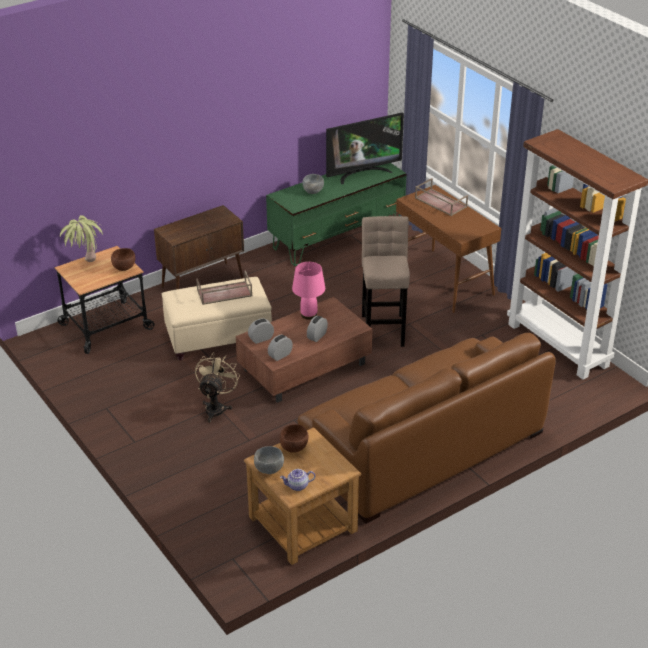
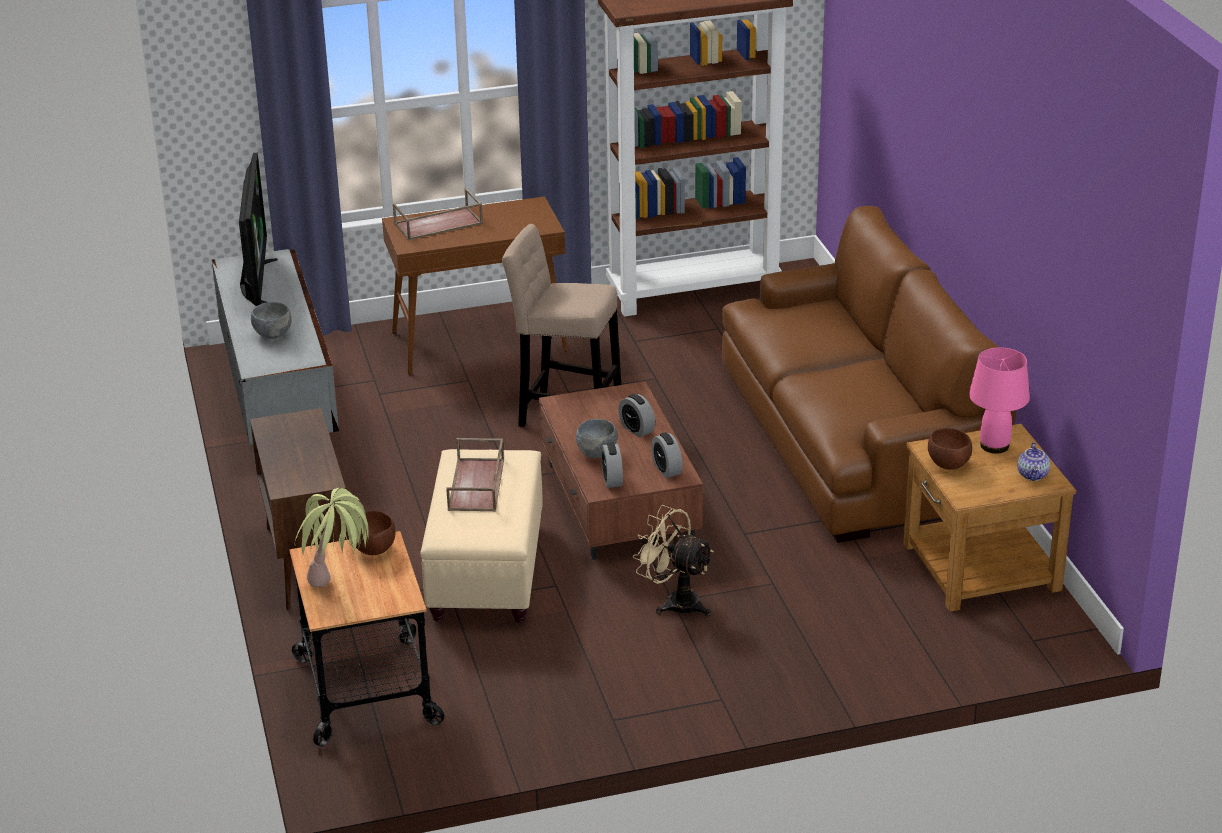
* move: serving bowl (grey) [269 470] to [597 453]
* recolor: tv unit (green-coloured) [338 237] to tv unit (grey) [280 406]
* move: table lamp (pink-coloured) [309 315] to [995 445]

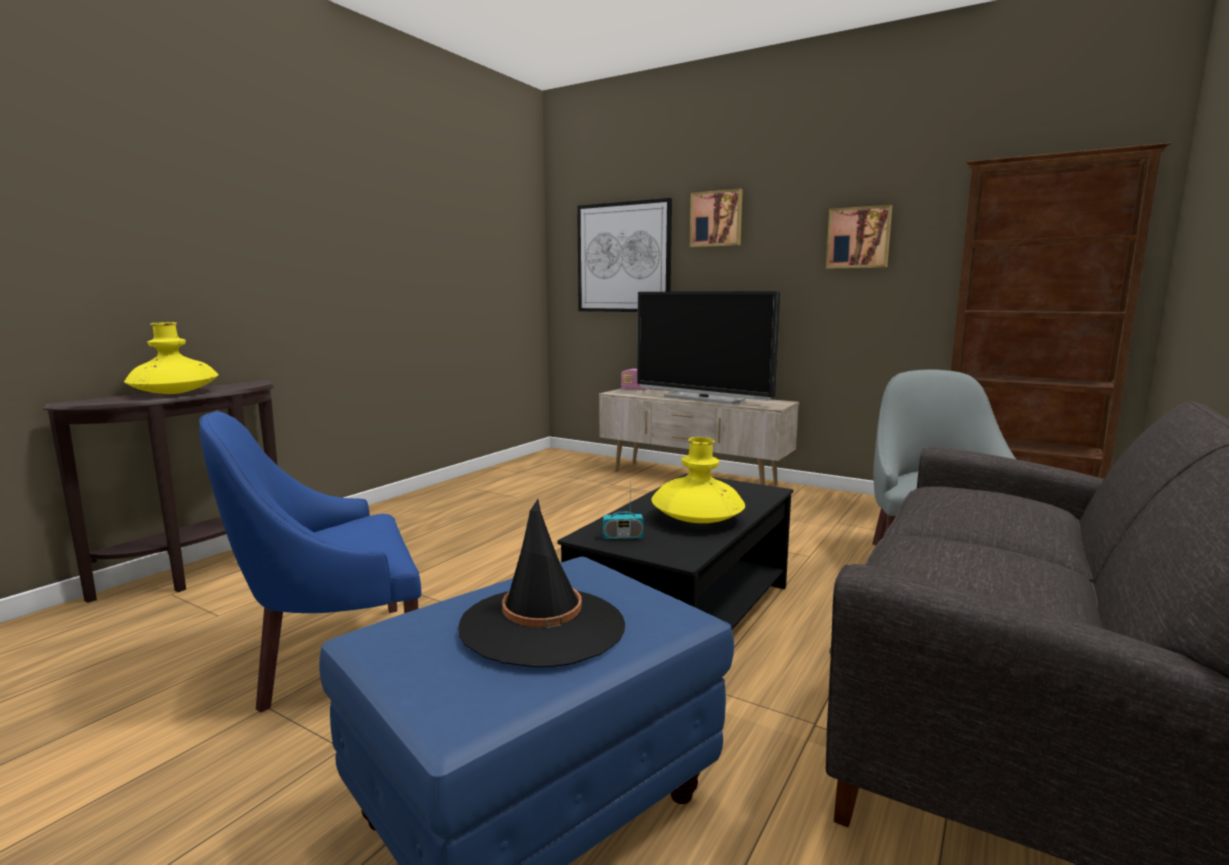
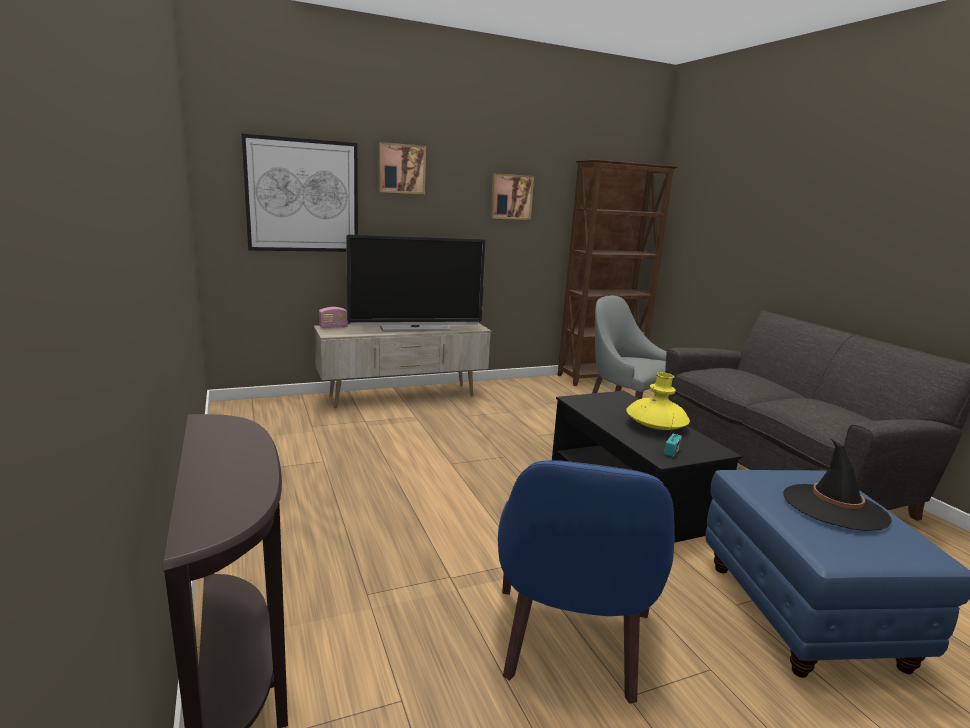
* delete: vase (yellow) [174 393]

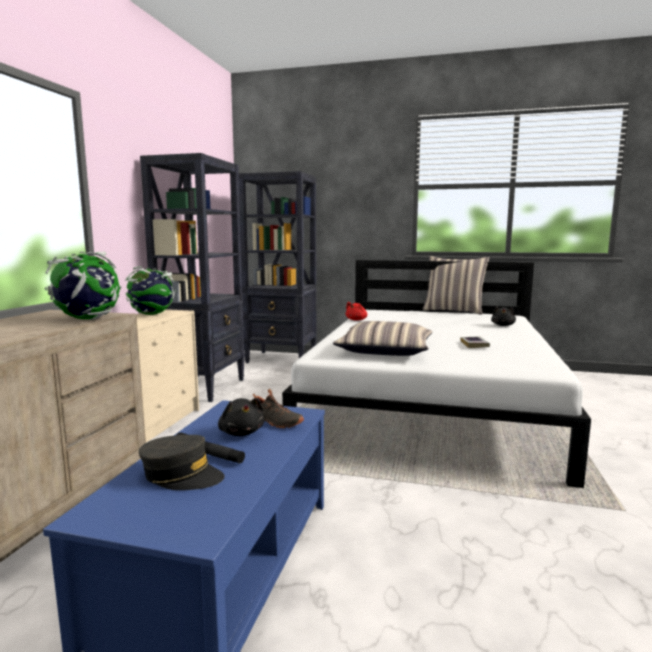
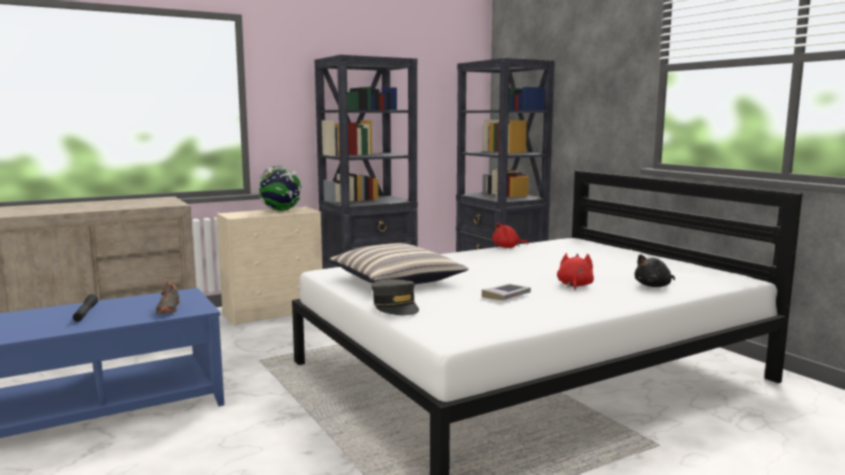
* delete: world globe [87 319]
* move: baseball cap (grey) [181 475] to [396 307]
* delete: cuddly toy (black) [241 432]
* delete: pillow [454 311]
* insert: cuddly toy (red) [574 285]

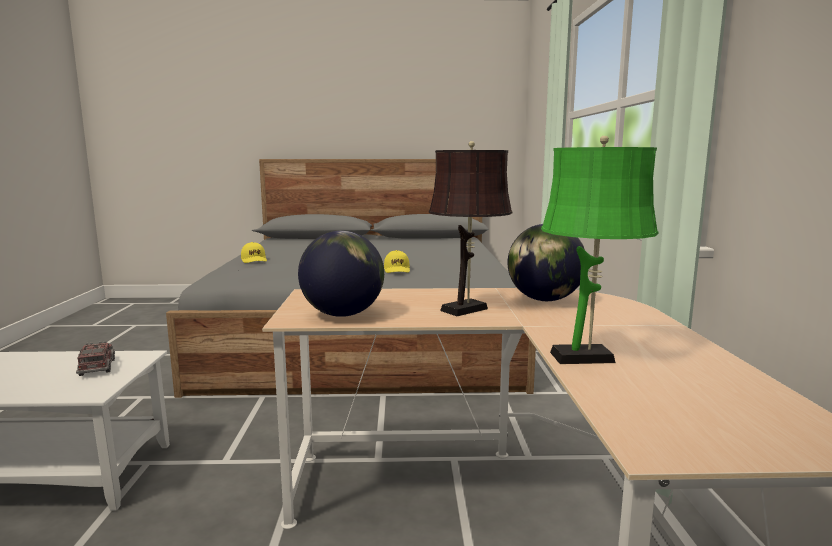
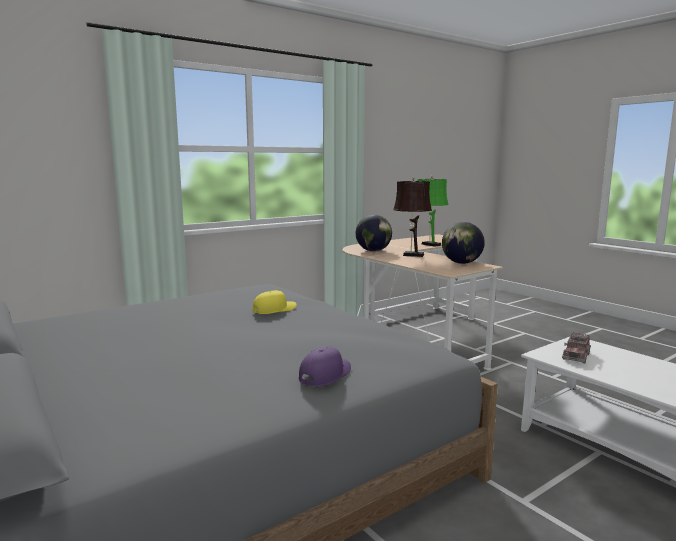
* recolor: baseball cap (yellow) [254 260] to baseball cap (purple) [325 374]

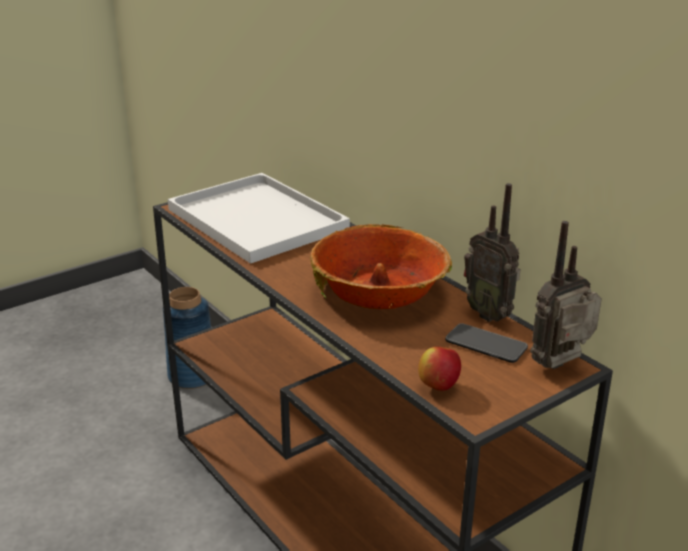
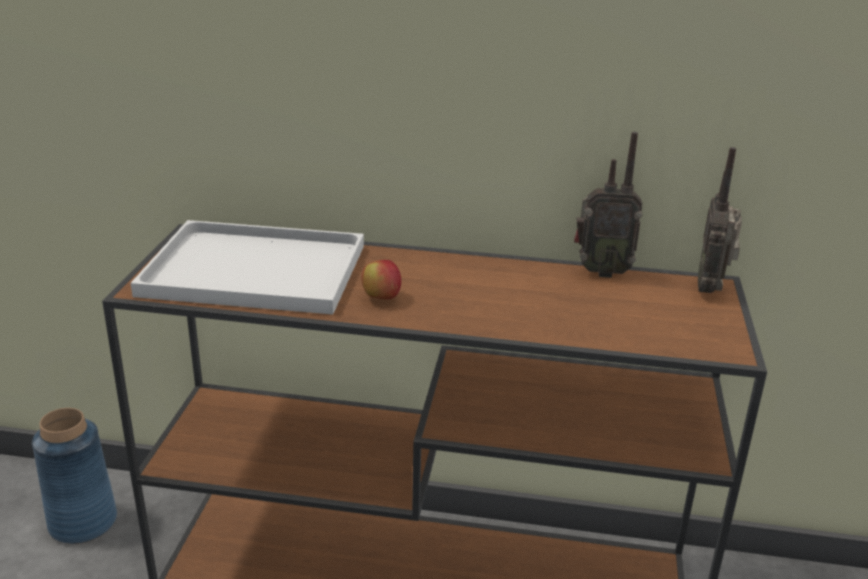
* delete: serving bowl [379 293]
* move: apple [438 386] to [381 298]
* delete: phone [486 344]

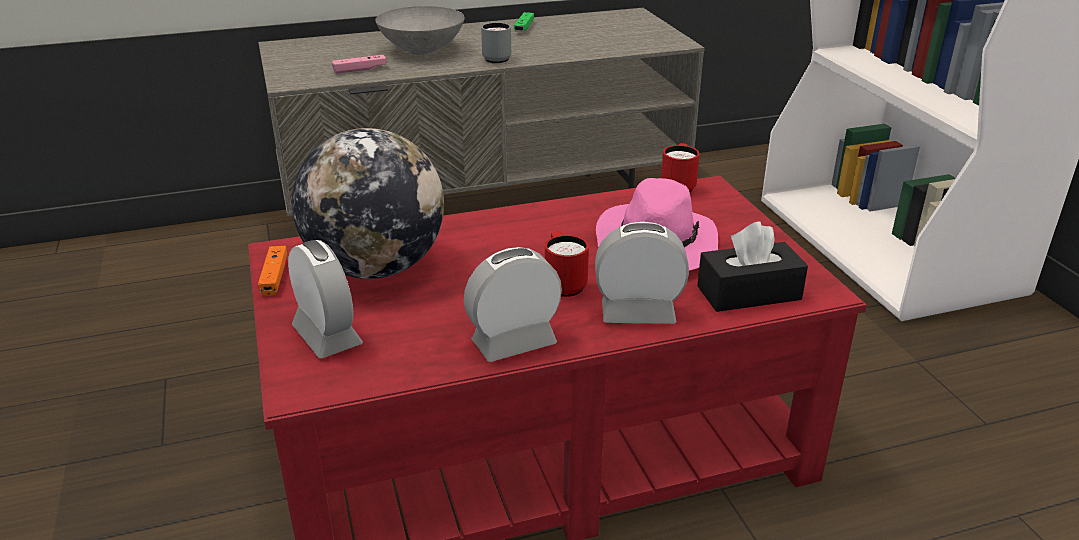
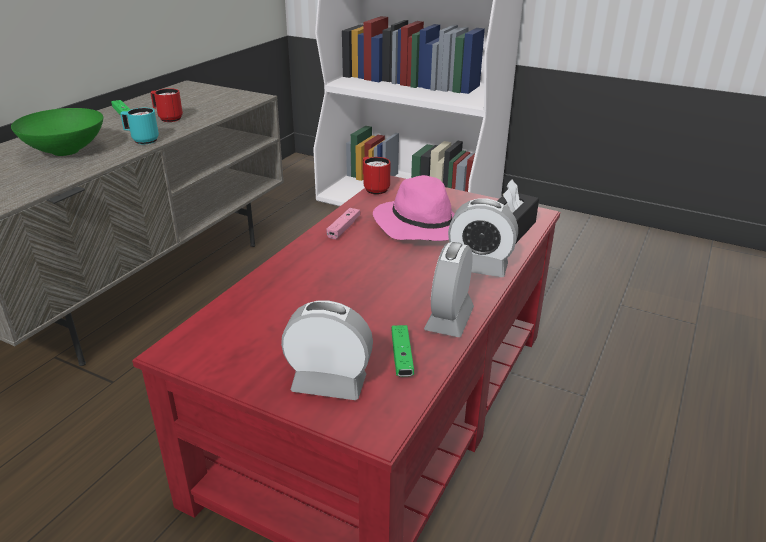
* delete: game controller (orange) [274 277]
* delete: world globe [376 268]
* move: game controller (pink-coloured) [360 70] to [343 228]
* recolor: serving bowl (grey) [420 50] to serving bowl (green-coloured) [64 151]
* recolor: coffee mug (grey) [494 58] to coffee mug (blue-green) [142 140]
* move: coffee mug (red) [563 284] to [168 118]
* rotate: table clock [638 313] = [479 267] 120 degrees counterclockwise
* insert: game controller (green-coloured) [402 357]

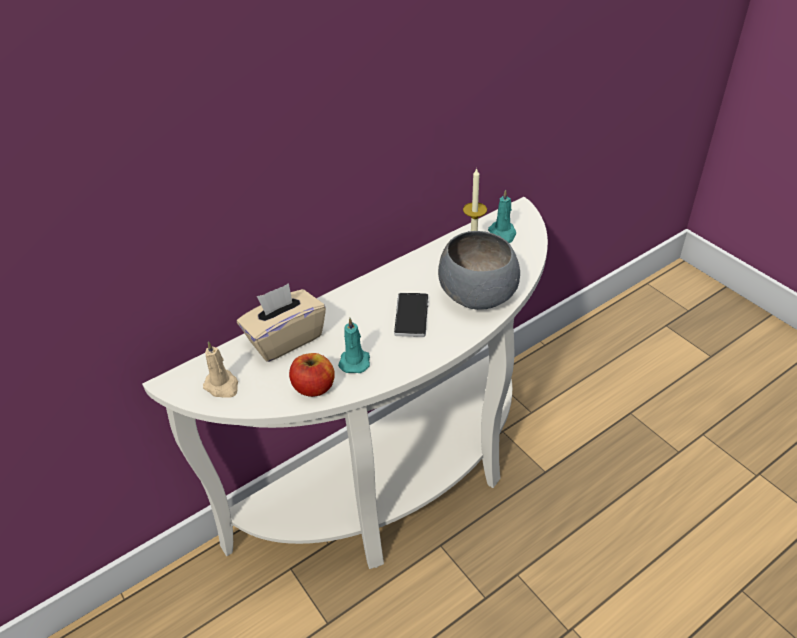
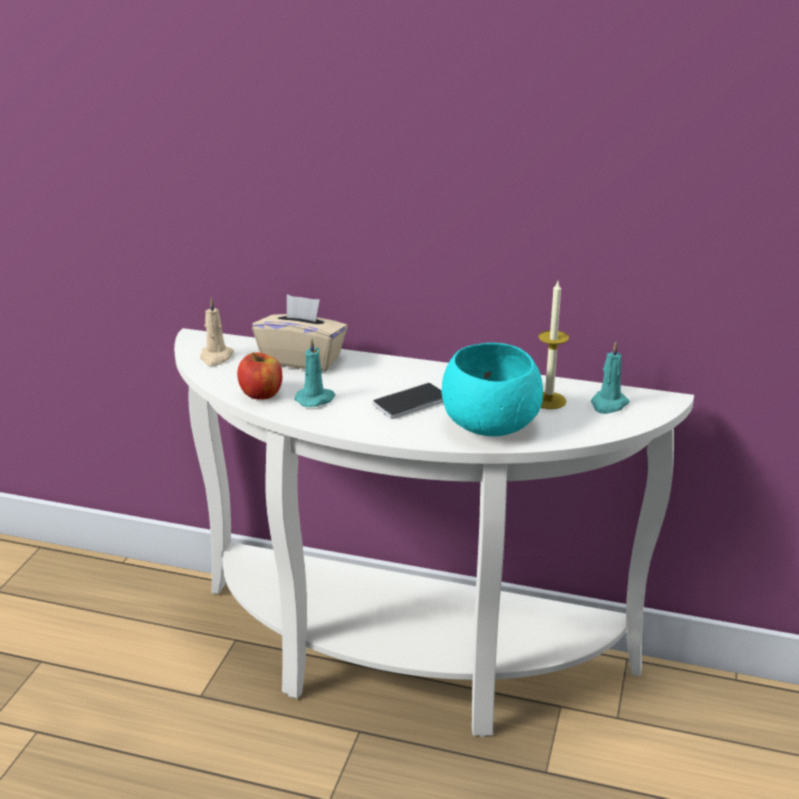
* recolor: serving bowl (grey) [478 296] to serving bowl (blue-green) [489 425]

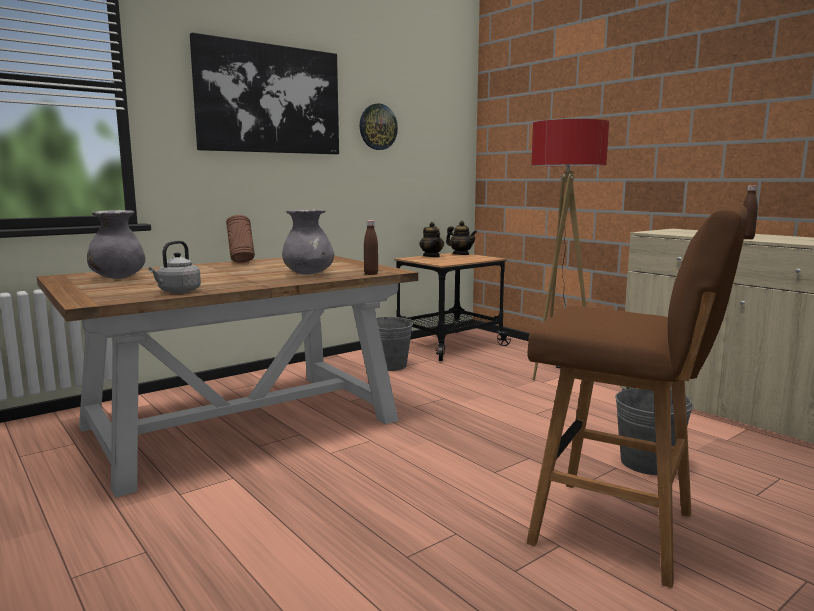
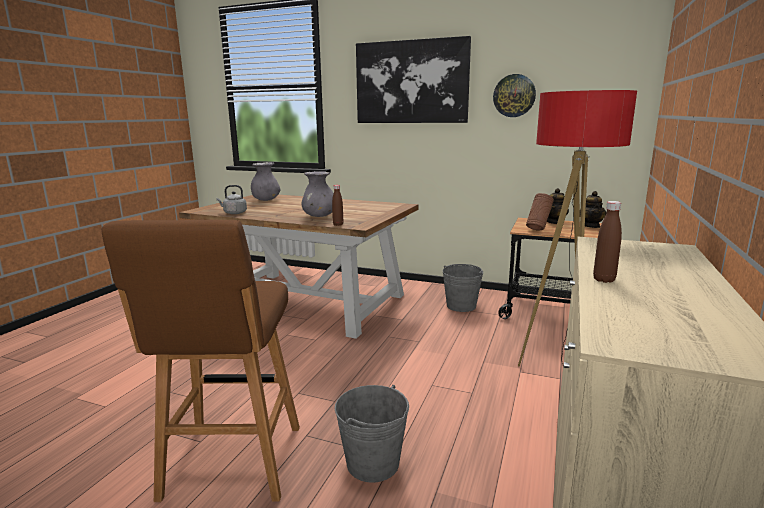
* move: vase (brown) [241 262] to [538 229]

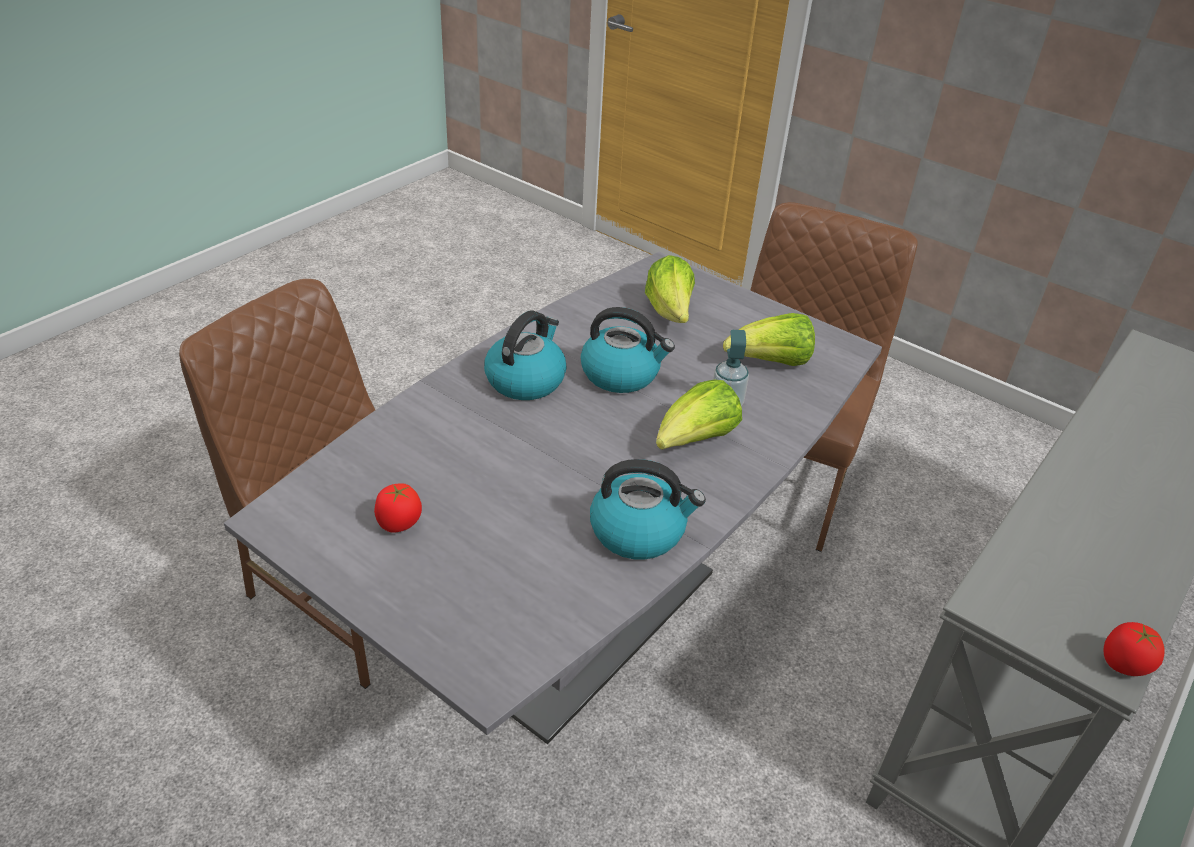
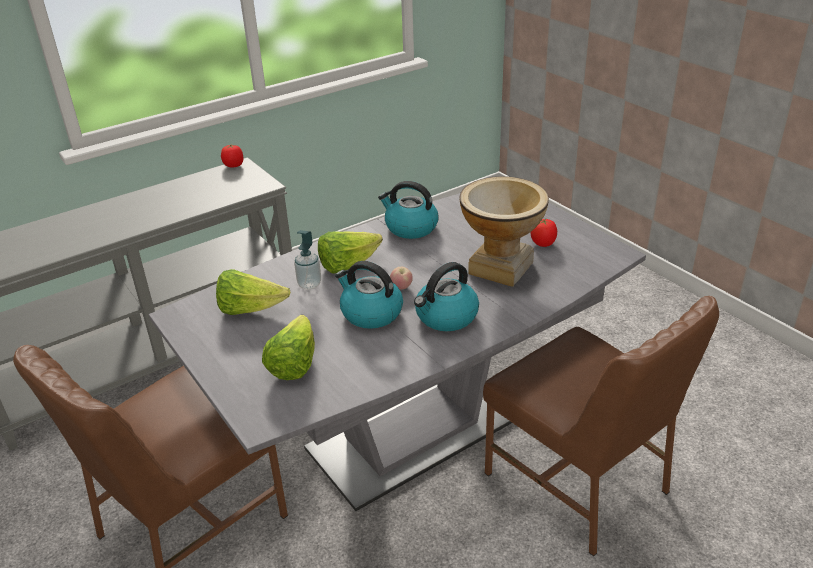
* insert: apple [401 288]
* insert: vase [500 268]

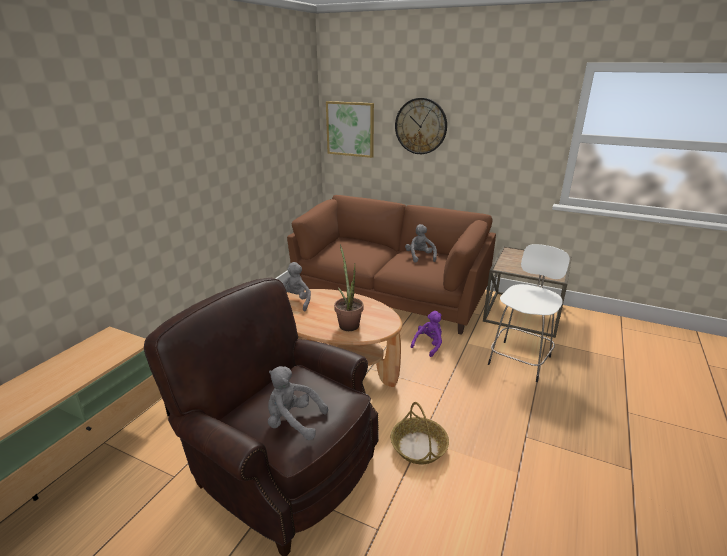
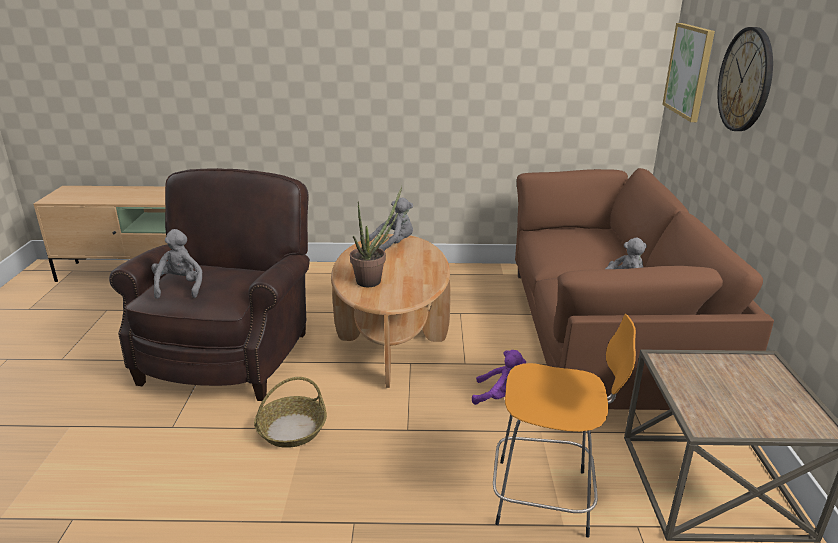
* recolor: stool (white-coloured) [520 359] to stool (orange) [546 497]

